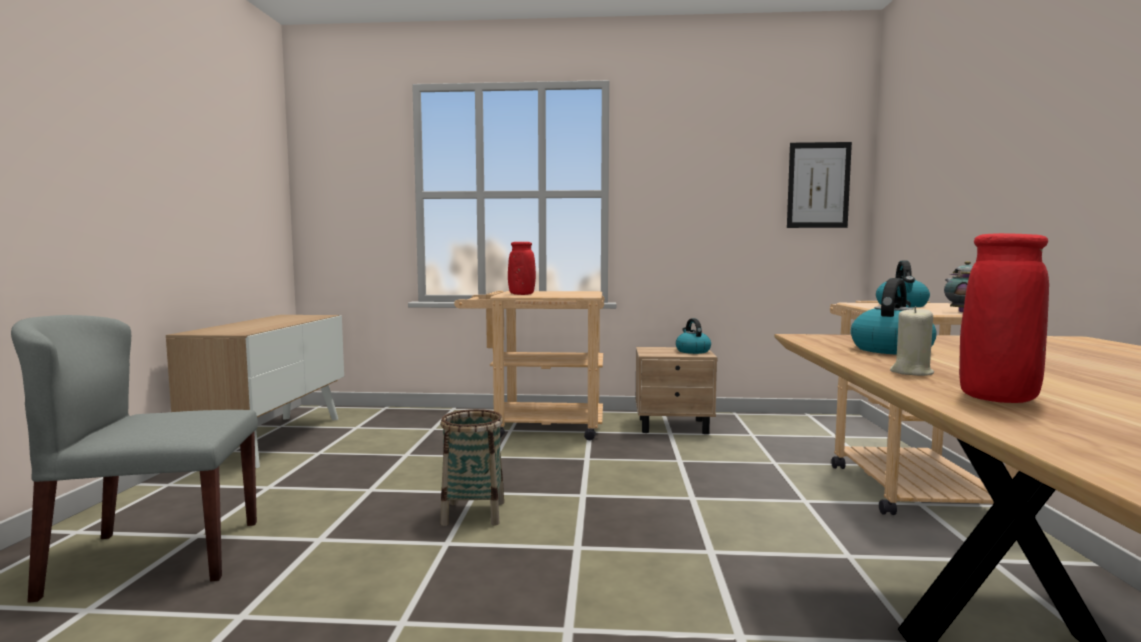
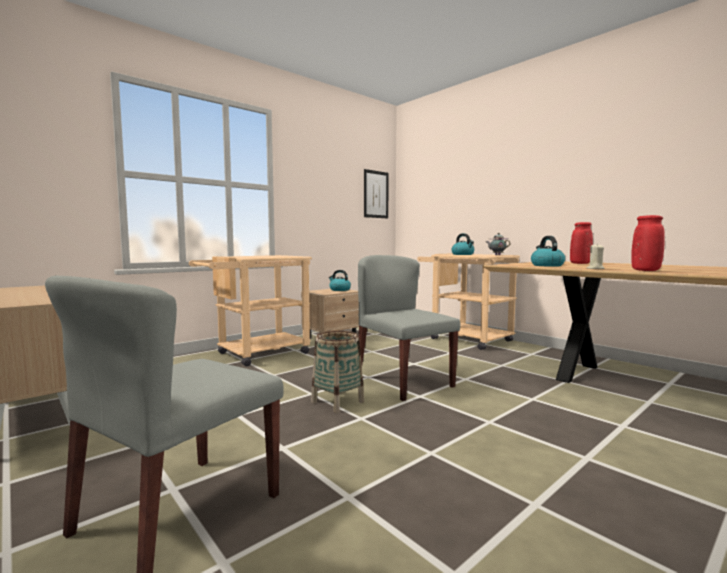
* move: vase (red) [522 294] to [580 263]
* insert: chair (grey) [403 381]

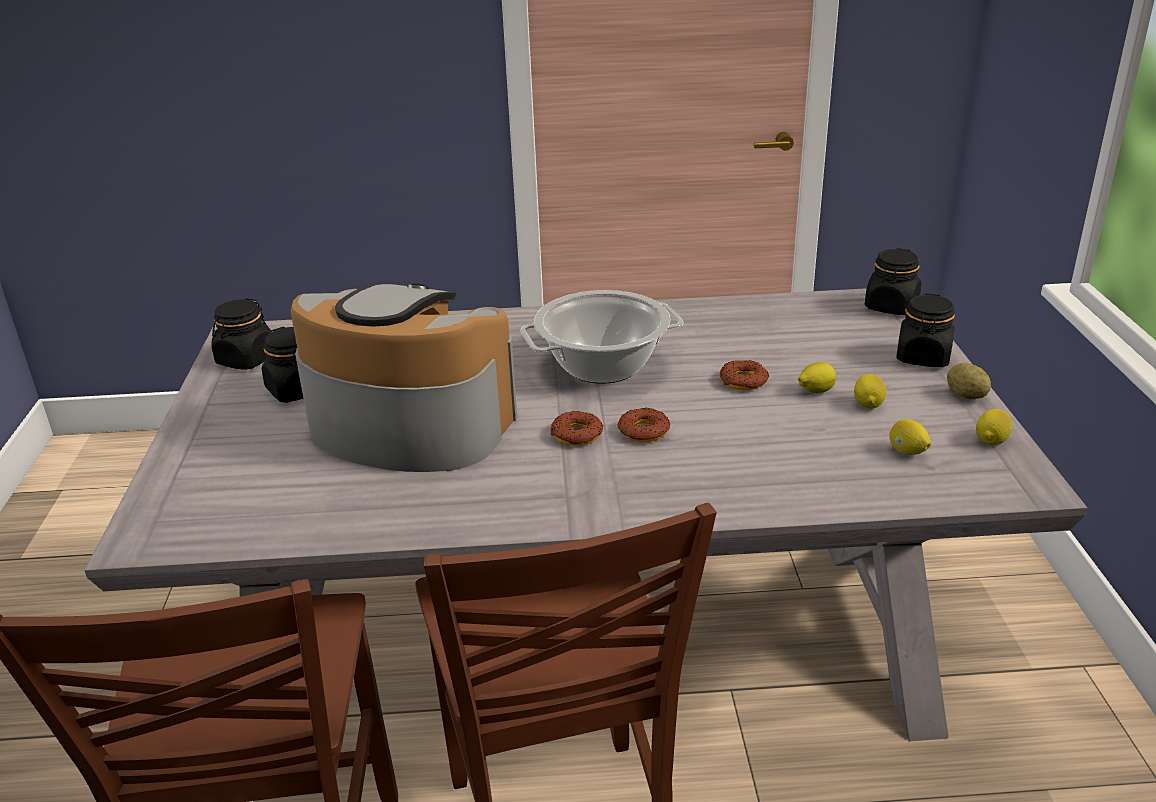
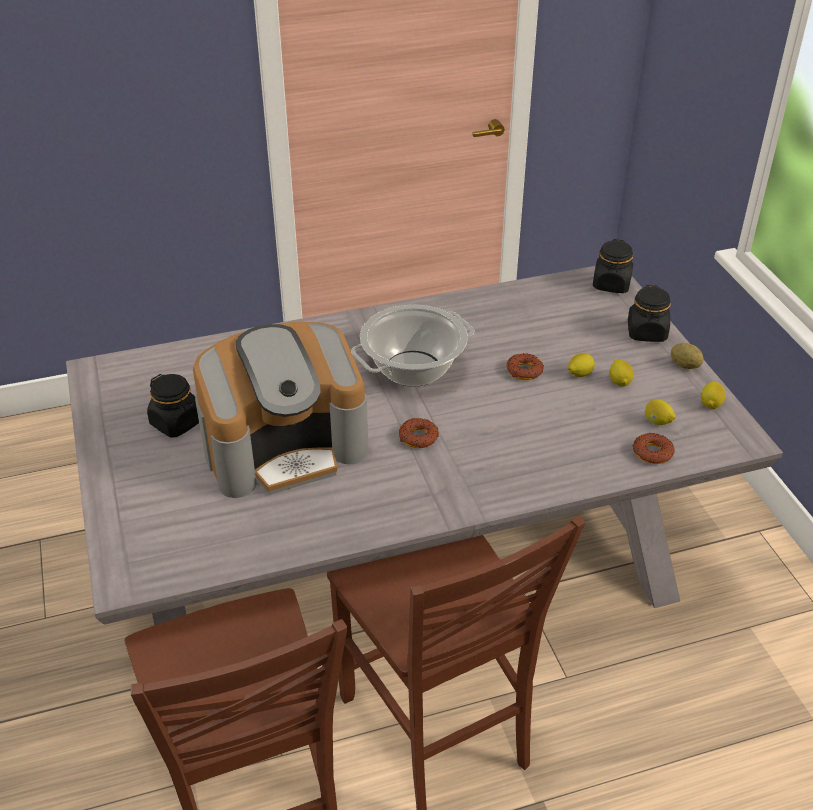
* delete: storage jar (black) [246 360]
* rotate: coffee maker [408 426] = [285 446] 150 degrees clockwise
* move: doughnut [643 431] to [652 452]

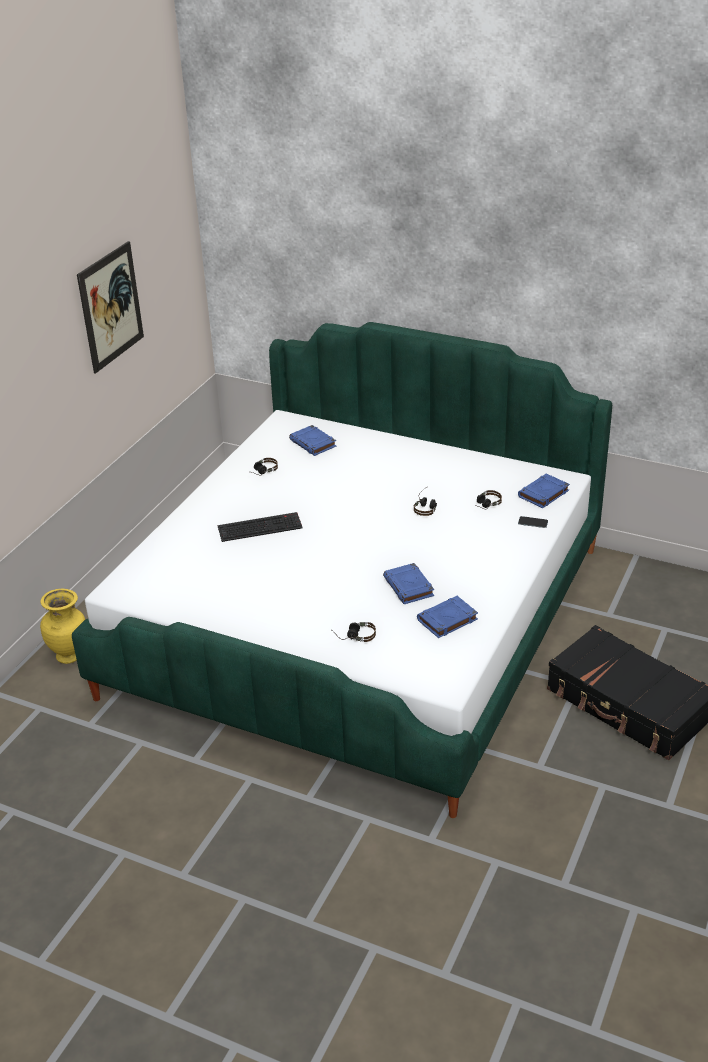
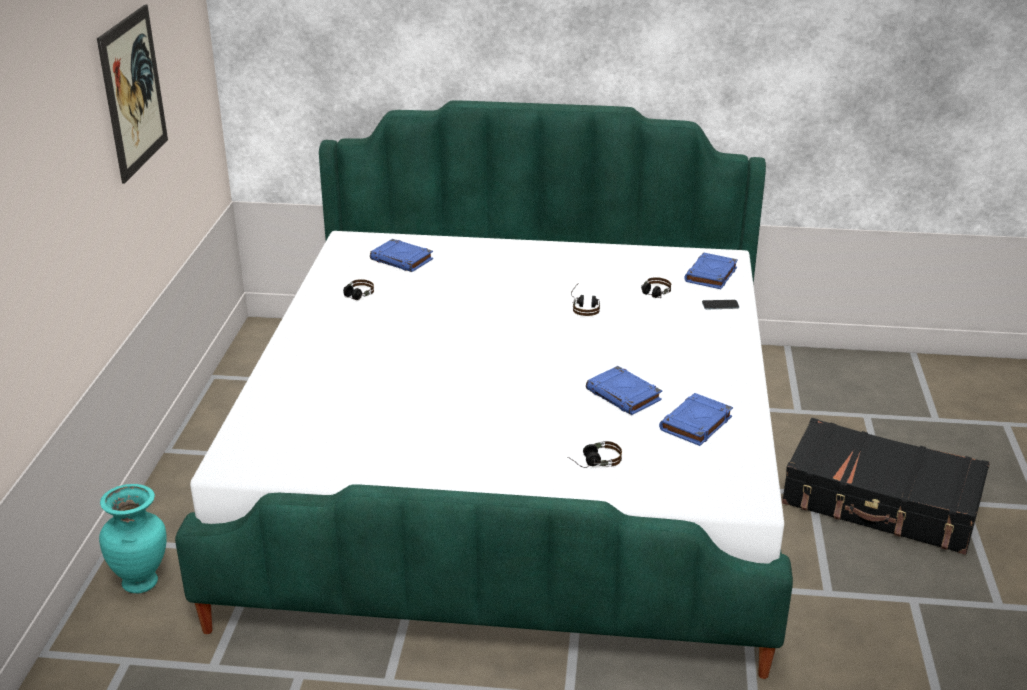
* recolor: vase (yellow) [70 656] to vase (blue-green) [142 582]
* delete: PC keyboard [260 527]

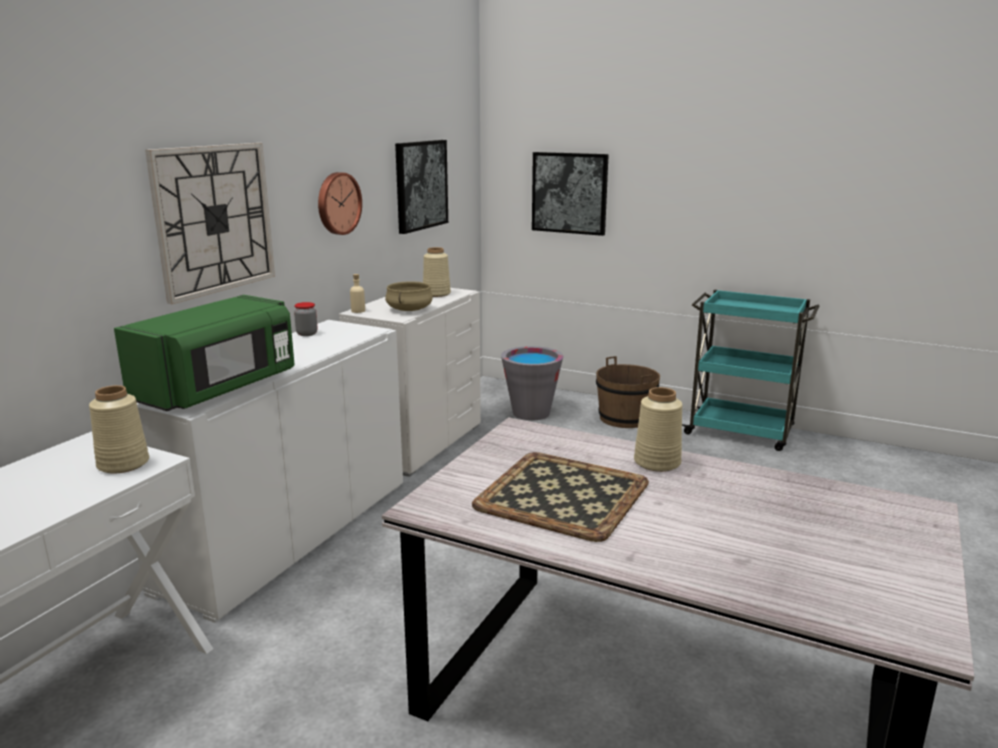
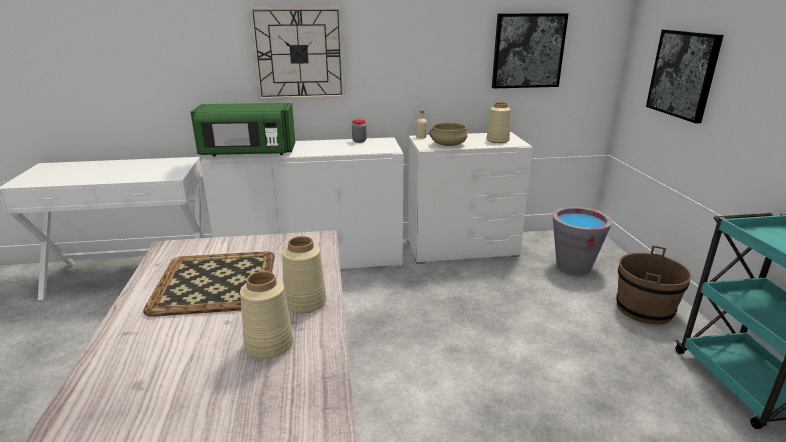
* move: vase (beige-coloured) [122 464] to [268 345]
* delete: wall clock [337 203]

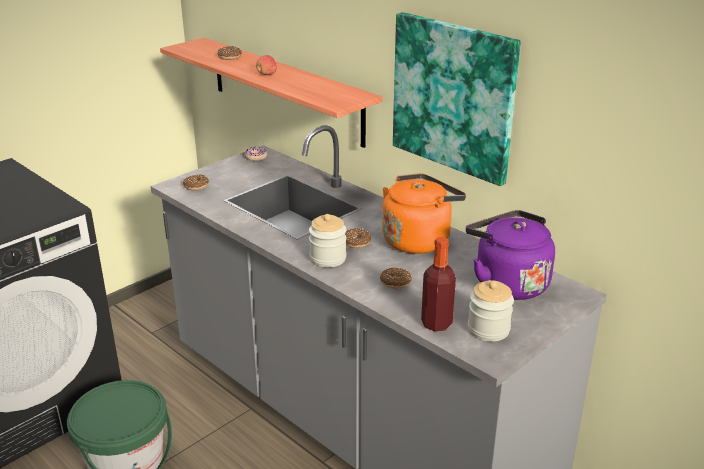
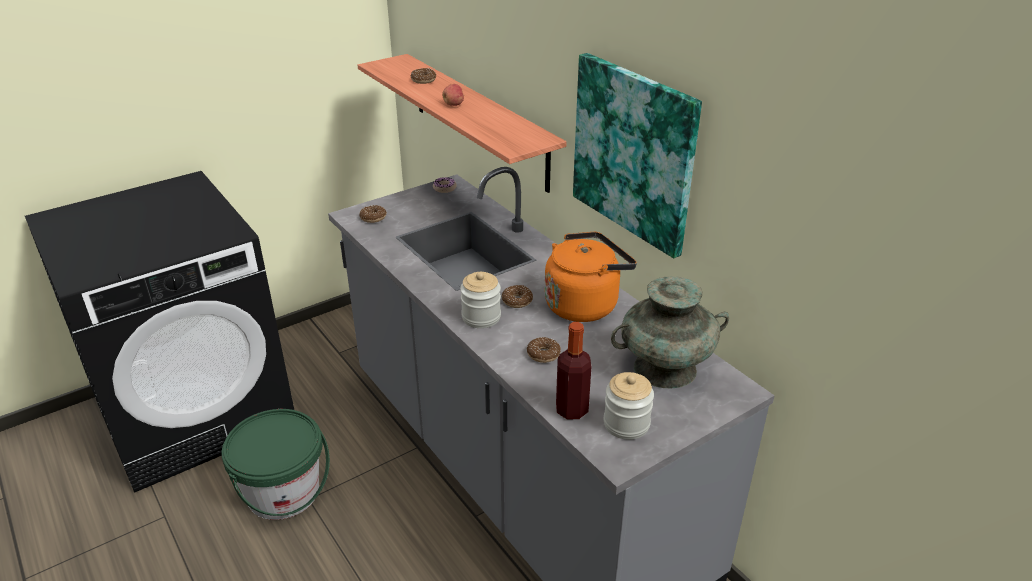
* replace: kettle (purple) [507 283] to vase (blue-green) [665 368]

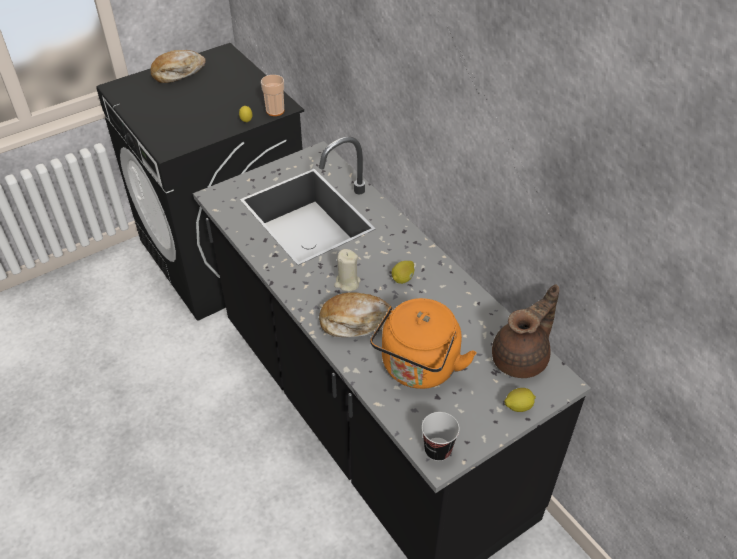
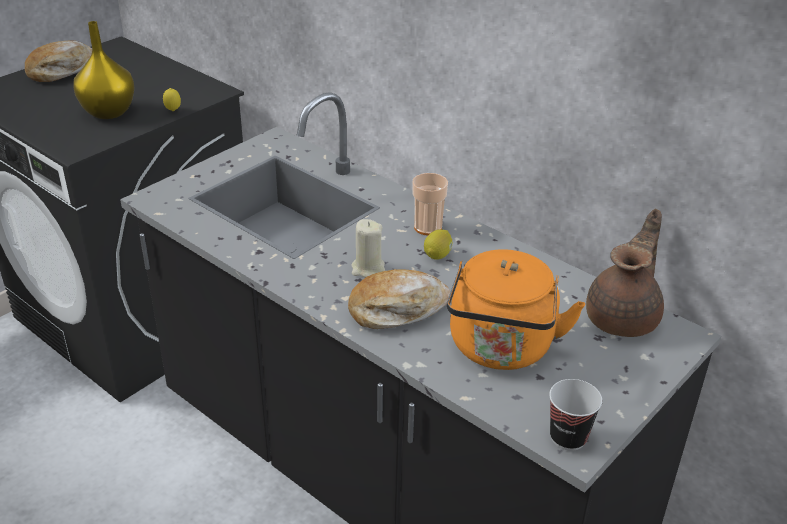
* move: small cup [275 111] to [428 227]
* delete: whole lemon [518 406]
* insert: vase (yellow) [110 112]

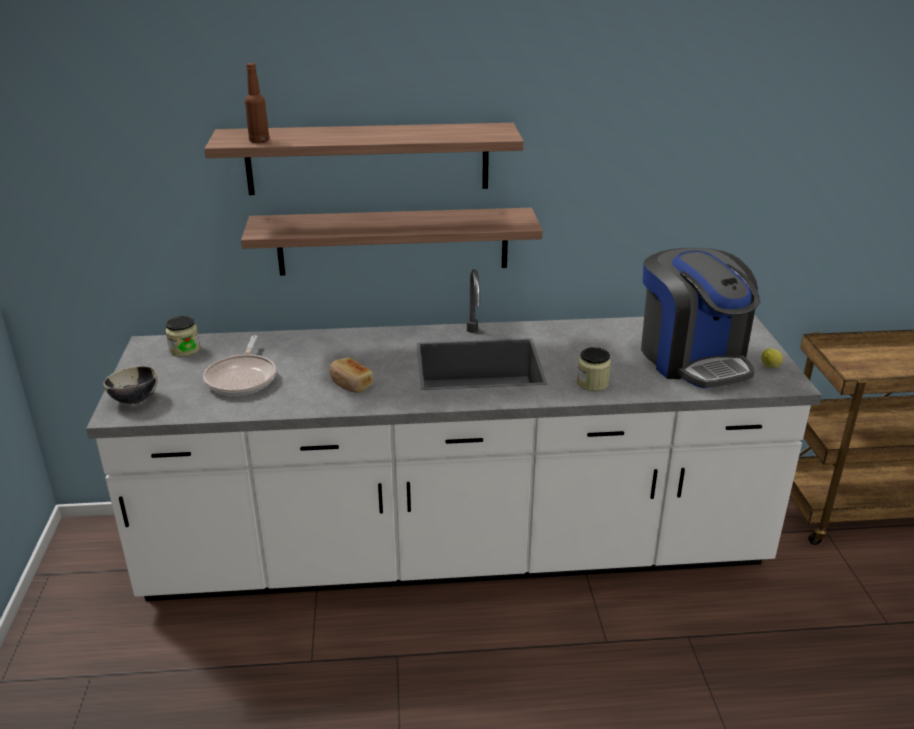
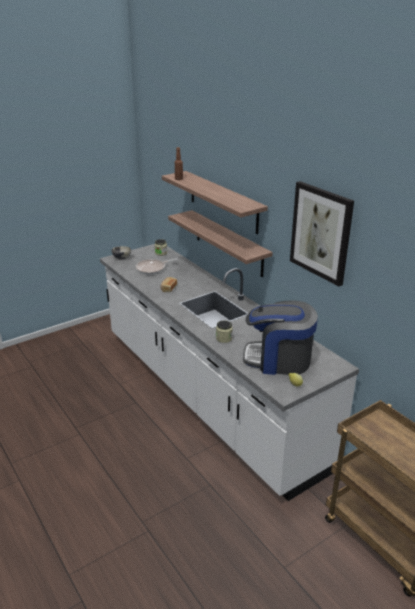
* rotate: coffee maker [692 358] = [278 359] 60 degrees clockwise
* insert: wall picture [321 232]

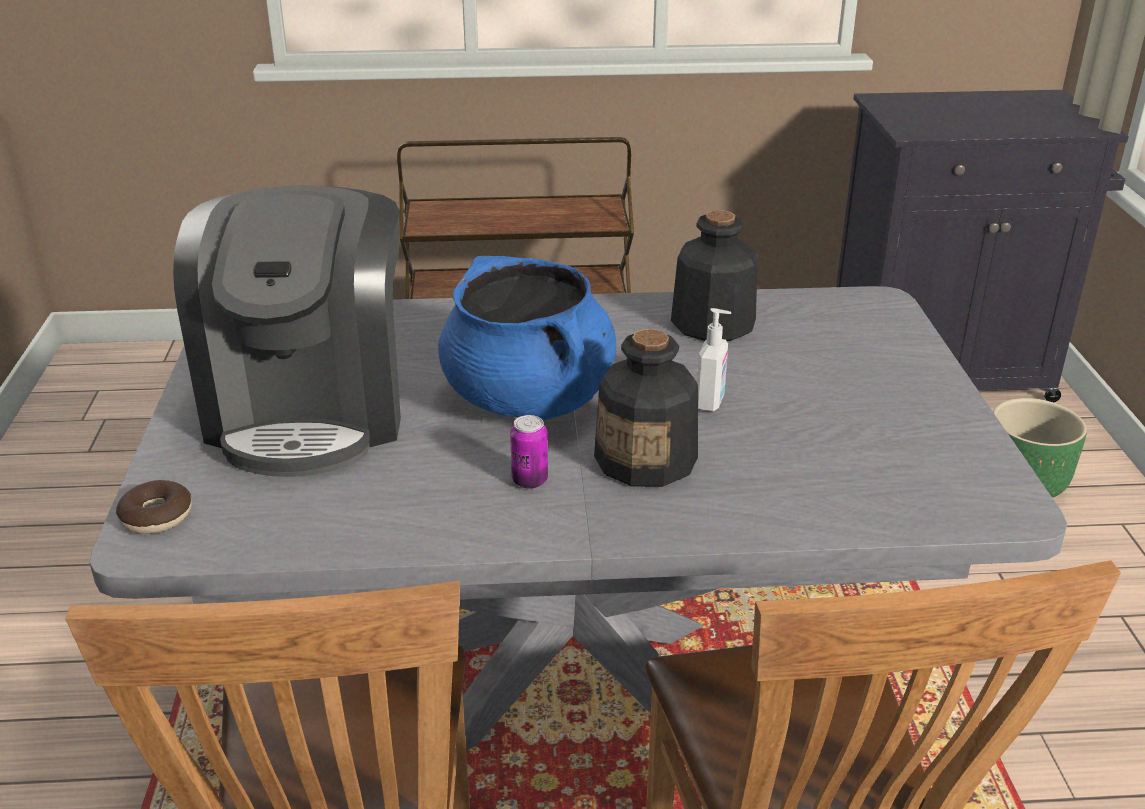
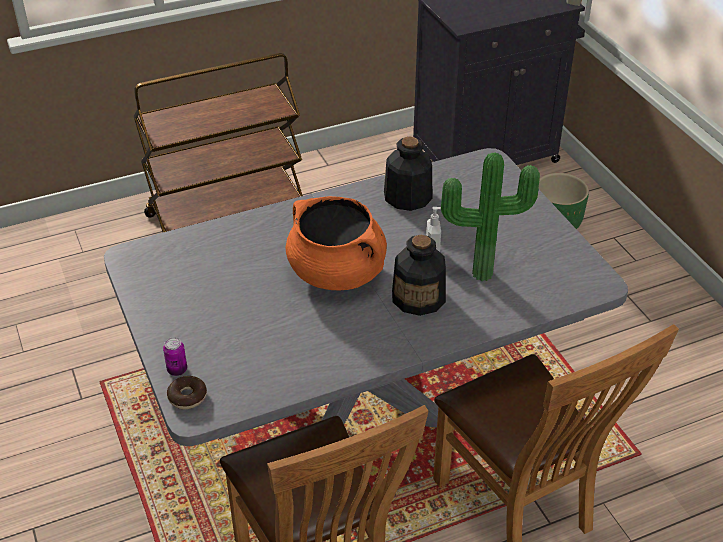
* delete: coffee maker [311 410]
* recolor: stockpot (blue-coloured) [529 399] to stockpot (orange) [337 273]
* move: sealed can [529 481] to [177 370]
* insert: plant in a pot [481 271]

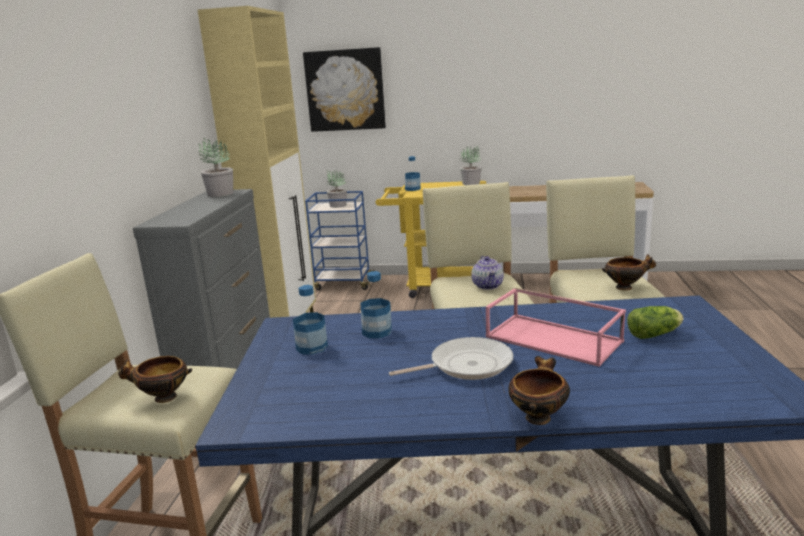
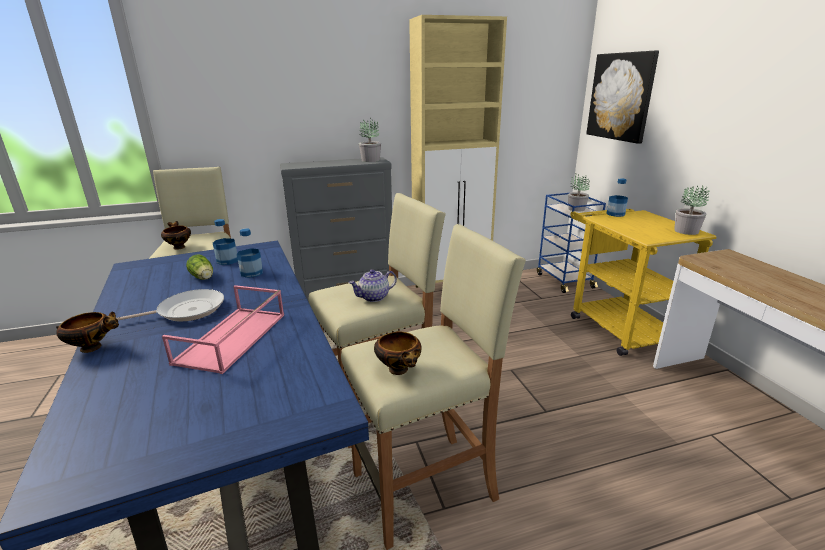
* rotate: pan [466 365] = [187 310] 75 degrees counterclockwise
* move: lettuce [655 334] to [203 278]

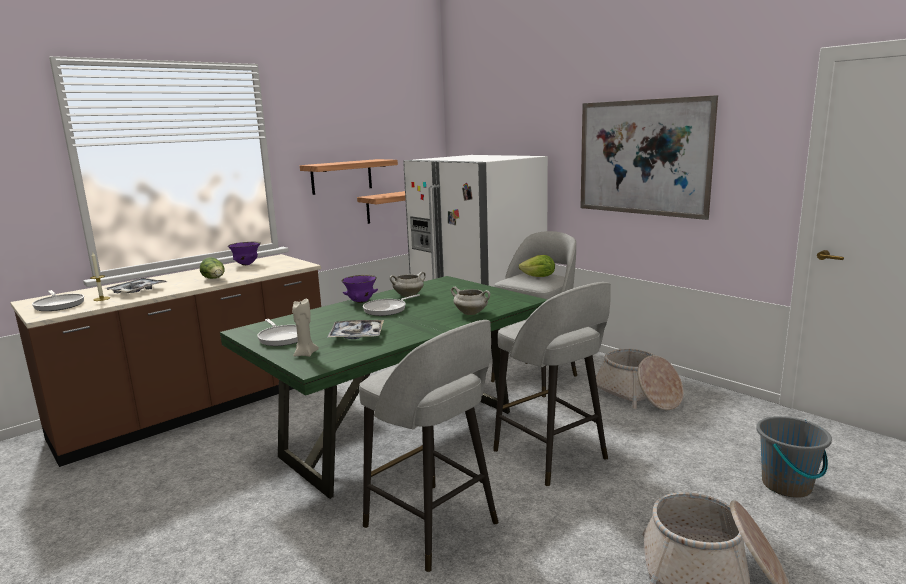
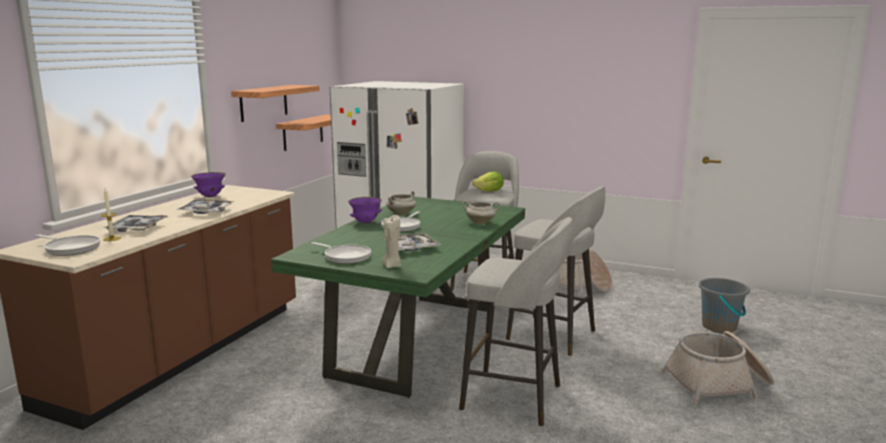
* replace: lettuce [215 279] to tray [206 211]
* delete: wall picture [642 157]

